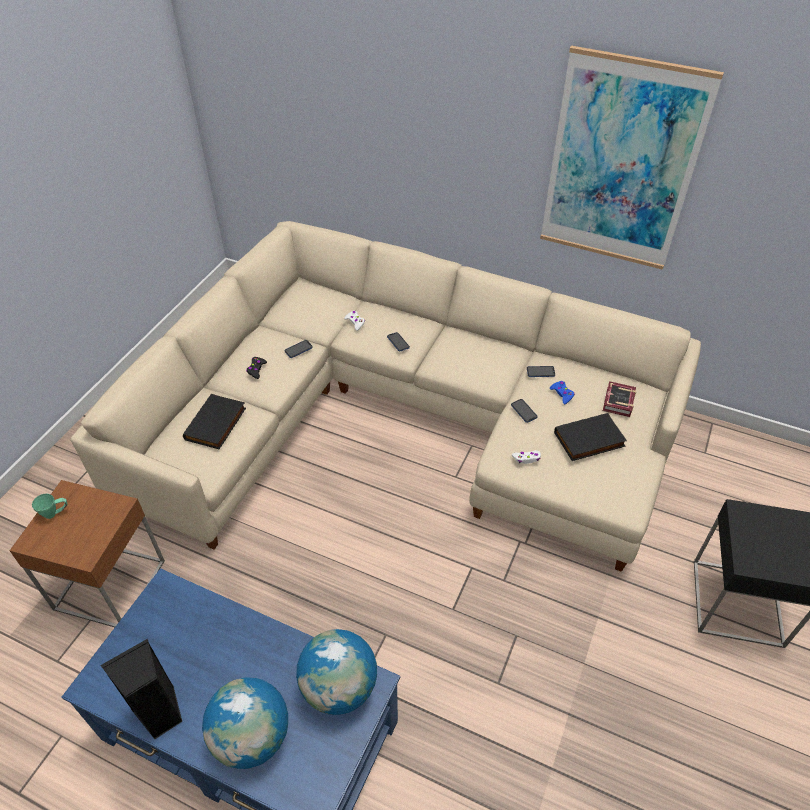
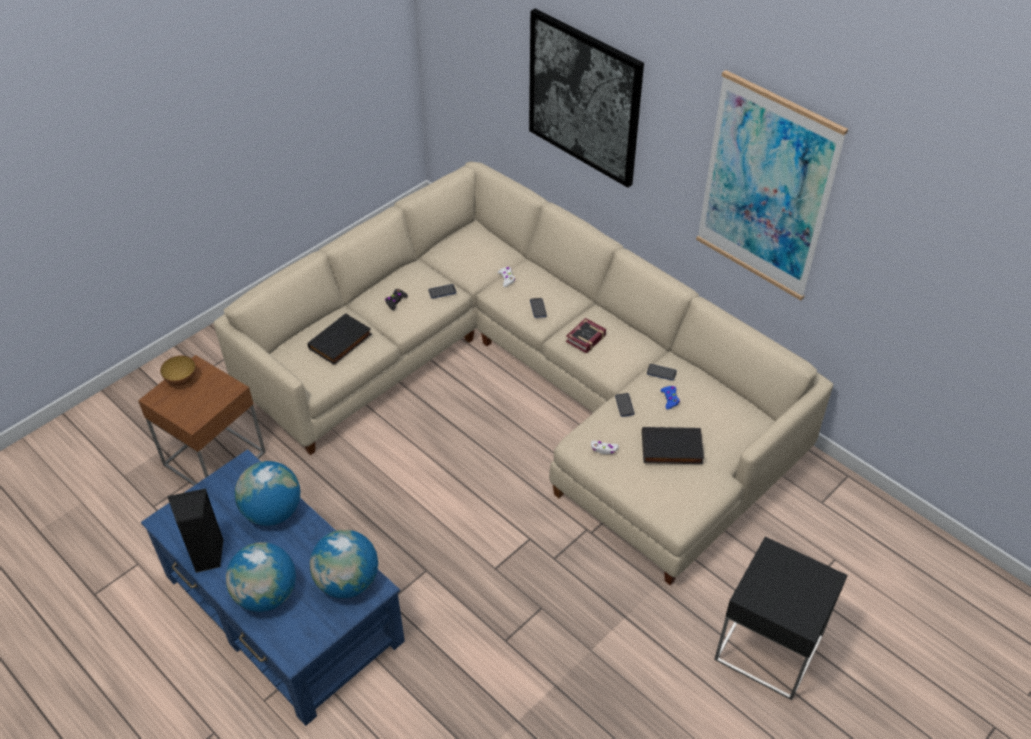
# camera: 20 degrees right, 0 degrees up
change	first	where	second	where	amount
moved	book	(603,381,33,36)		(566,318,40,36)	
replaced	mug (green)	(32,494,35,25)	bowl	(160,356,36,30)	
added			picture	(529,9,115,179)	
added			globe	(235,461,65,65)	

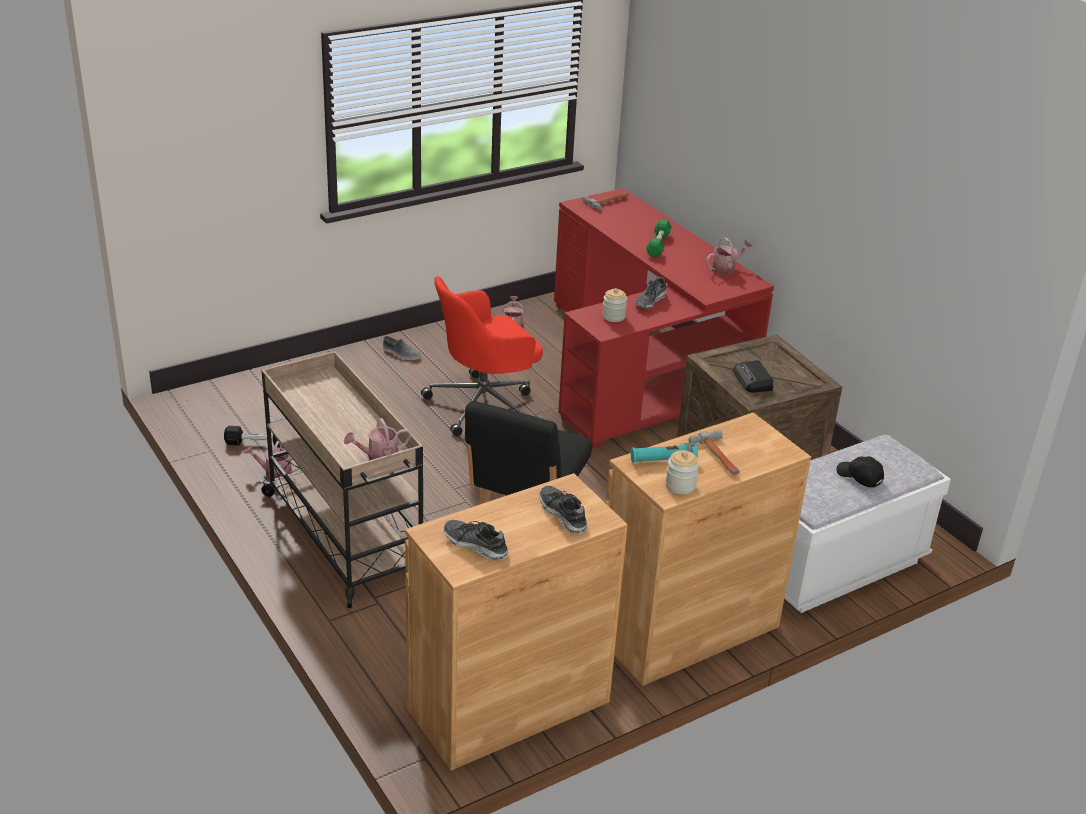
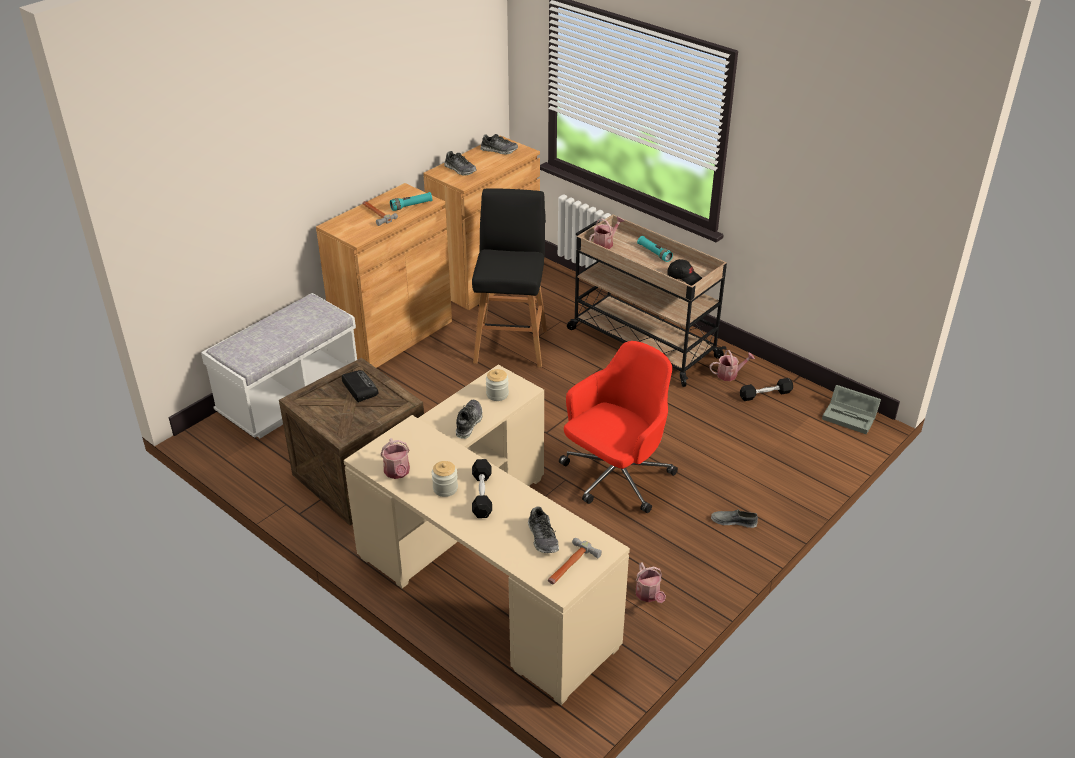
# camera: 165 degrees right, 5 degrees up
change	first	where	second	where	amount
recoloured	desk (red)	(554,188,220,260)	desk (beige)	(344,365,286,340)	
recoloured	dumbbell (green)	(646,219,26,38)	dumbbell (black)	(472,459,20,59)	
turned	watering can	(706,238,46,38)		(380,438,30,41)	60 degrees counterclockwise
moved	jar	(666,450,33,44)		(432,461,26,36)	
moved	cap (black)	(836,456,48,32)		(667,259,35,26)	
added			flashlight (turquoise)	(637,236,36,26)	
added			storage box (grey)	(822,385,59,50)	
added			shoe	(528,507,31,46)	

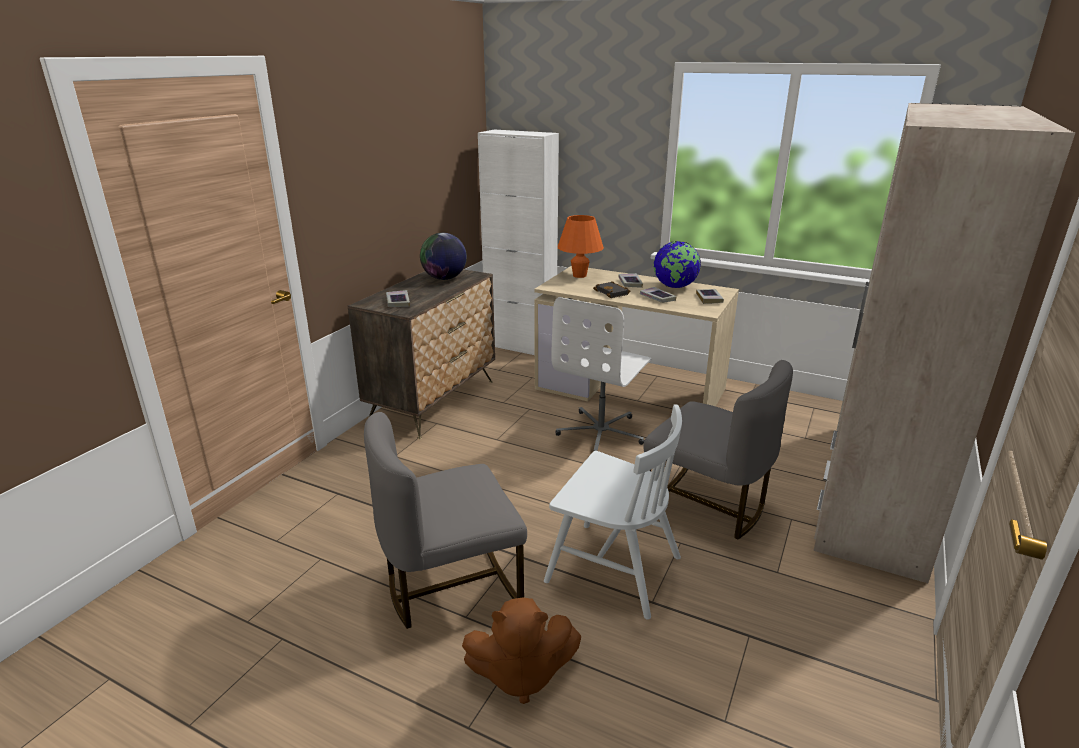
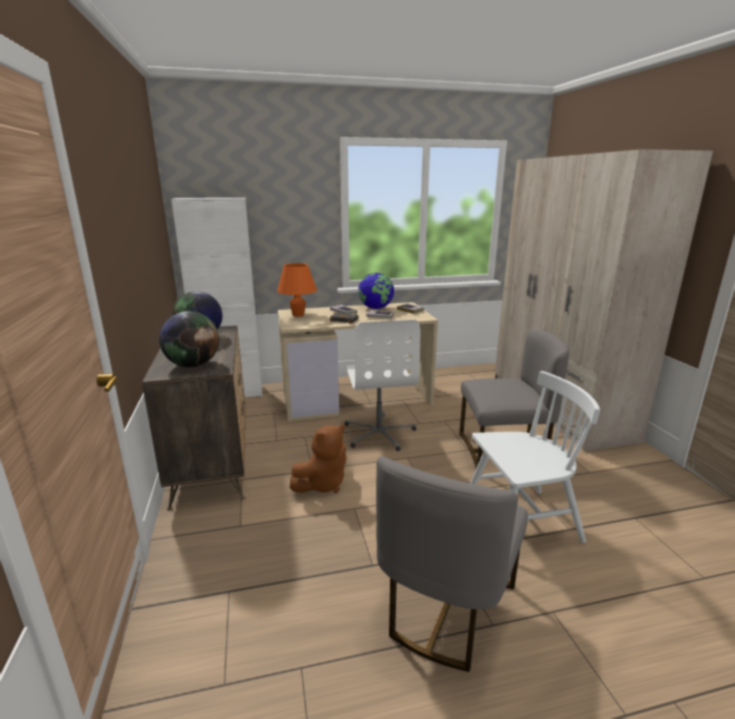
# camera: 40 degrees left, 5 degrees down
change	first	where	second	where	amount
replaced	book	(386,290,24,17)	globe	(159,311,60,56)	
moved	plush toy (brown)	(462,597,119,107)		(290,425,56,68)	

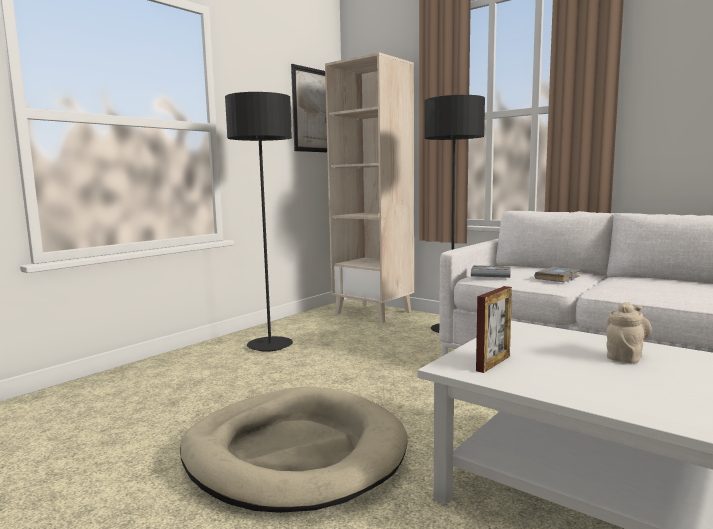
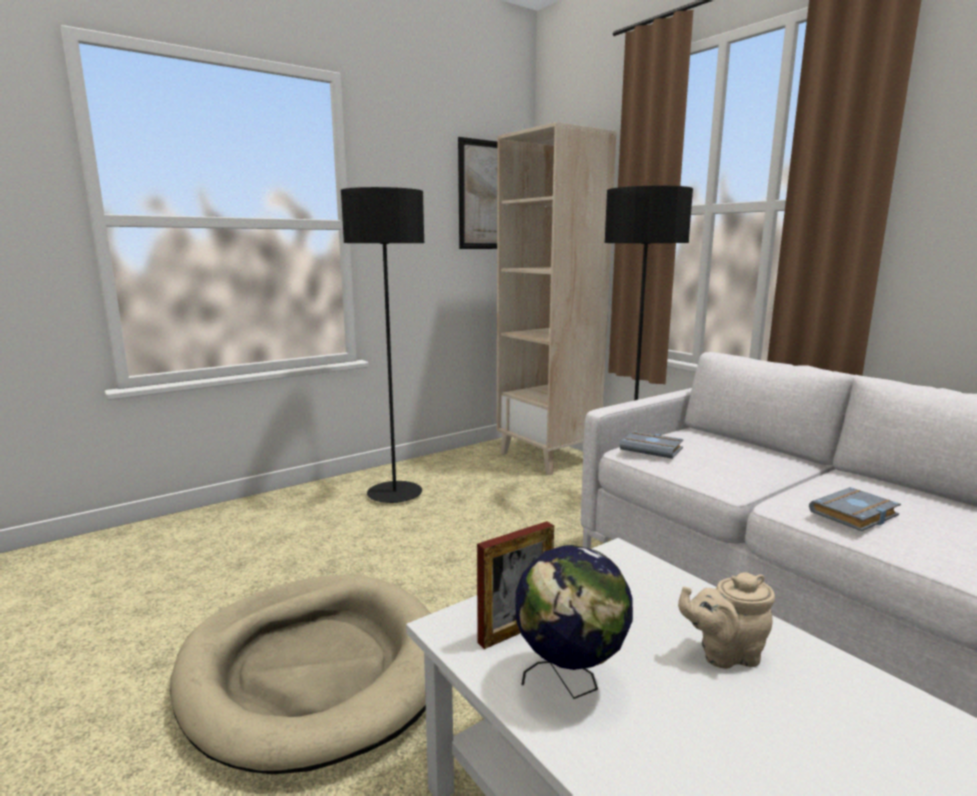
# camera: 15 degrees right, 5 degrees up
change	first	where	second	where	amount
moved	book (grey)	(534,267,46,15)		(809,487,92,44)	
turned	teapot (beige)	(606,302,46,61)		(678,572,97,97)	150 degrees counterclockwise
added			globe	(515,545,118,154)	

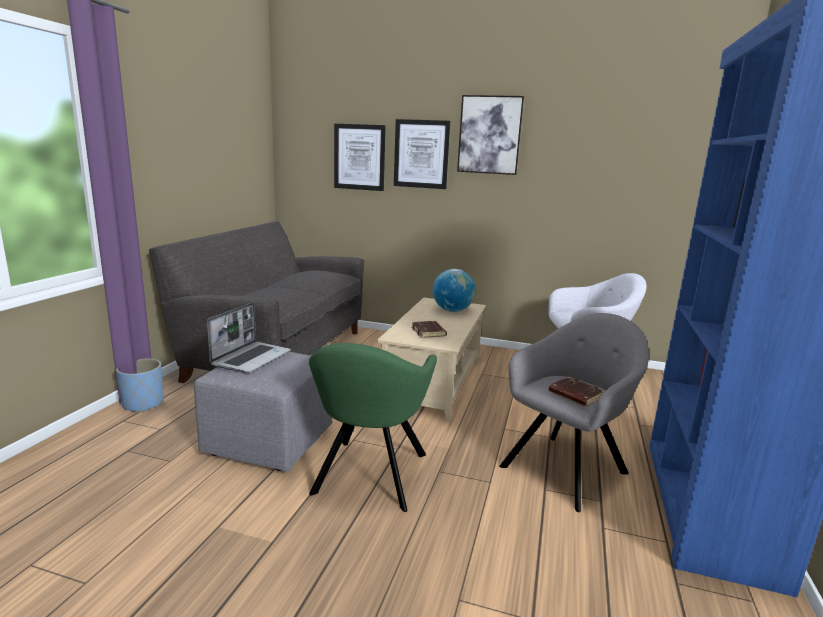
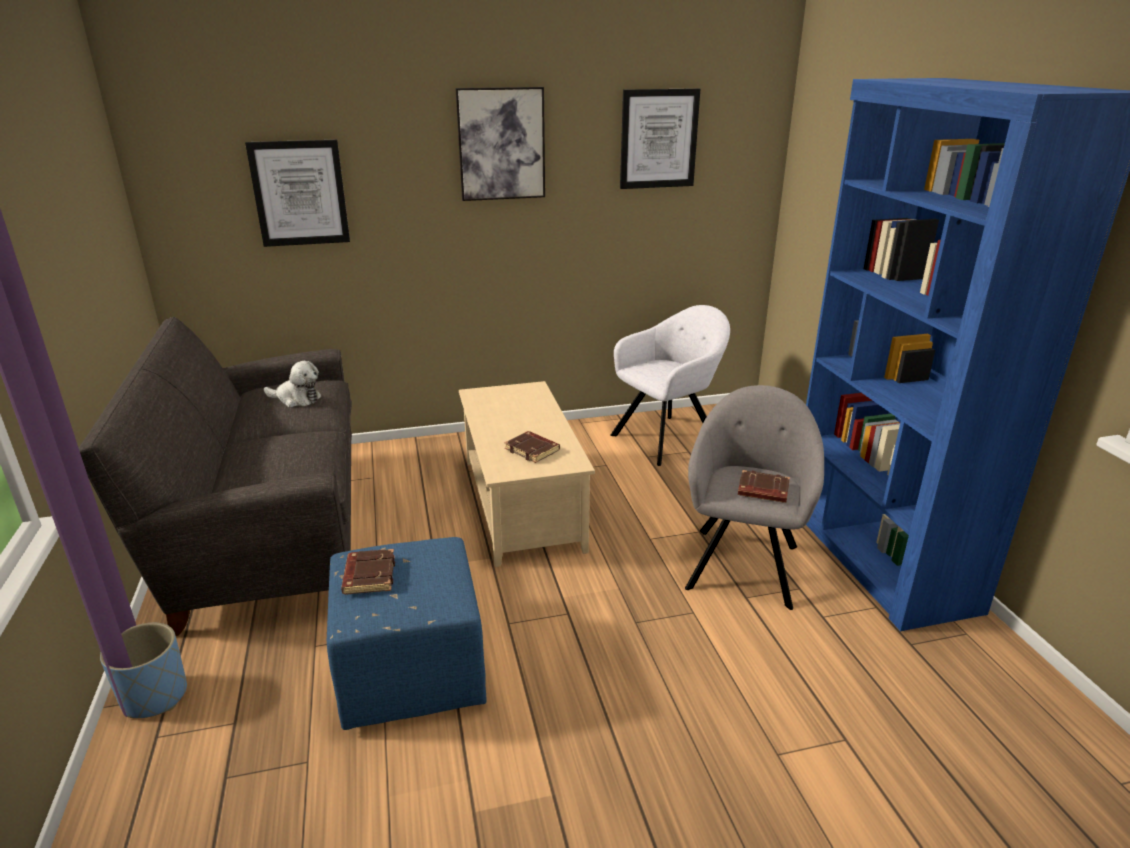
# camera: 30 degrees left, 10 degrees up
change	first	where	second	where	amount
moved	picture	(394,119,56,70)		(620,88,80,101)	
removed	globe	(433,269,43,43)			
replaced	laptop	(207,302,84,71)	book (brown)	(341,549,54,45)	
removed	armchair (green)	(309,343,128,169)			
recoloured	ottoman (grey)	(194,352,138,120)	ottoman (blue)	(327,537,160,193)	
added			plush toy	(264,361,57,46)	

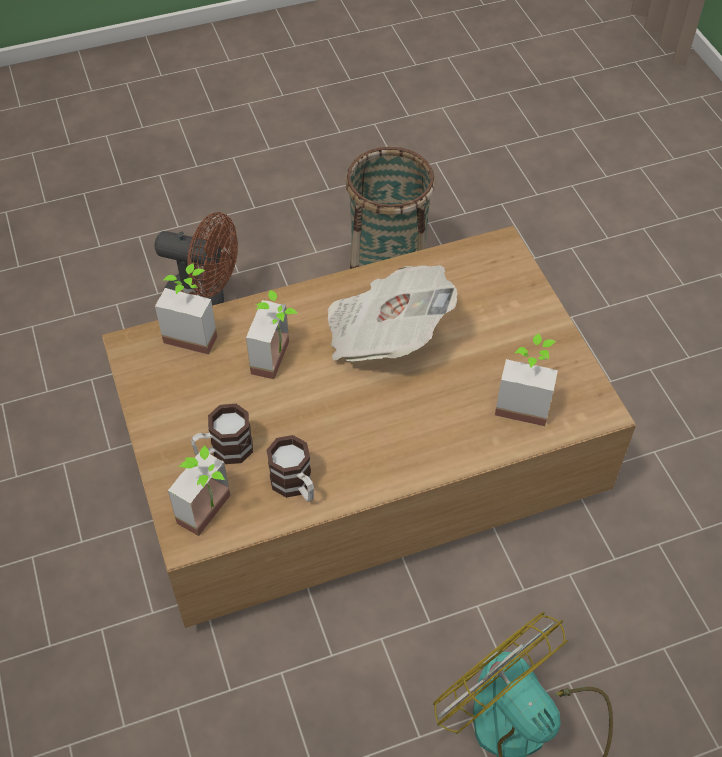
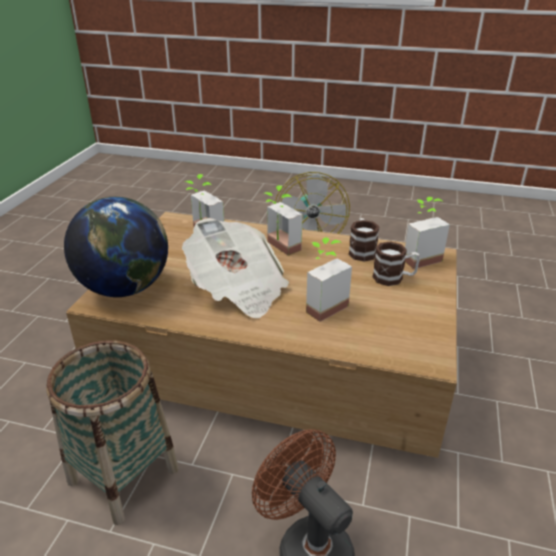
# camera: 145 degrees left, 20 degrees down
change	first	where	second	where	amount
moved	potted plant	(155,263,62,91)		(263,185,39,71)	
added			globe	(64,197,104,100)	

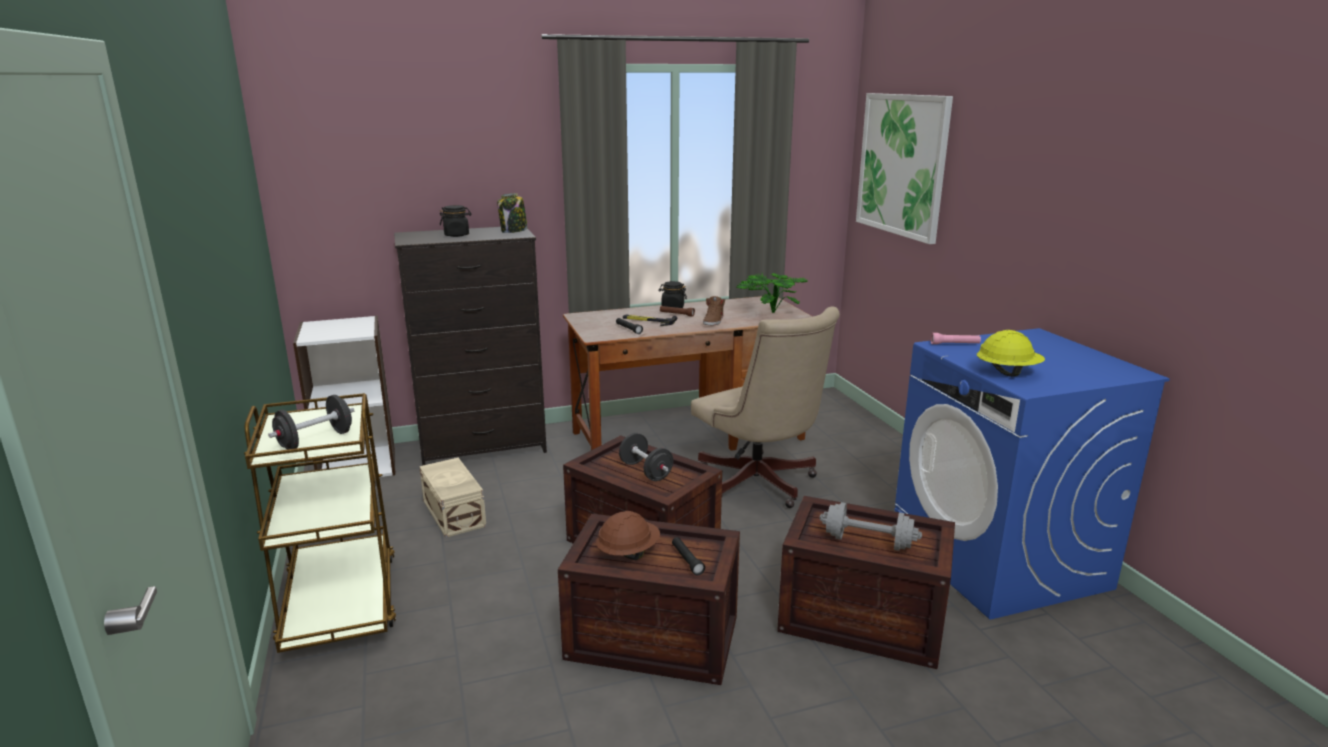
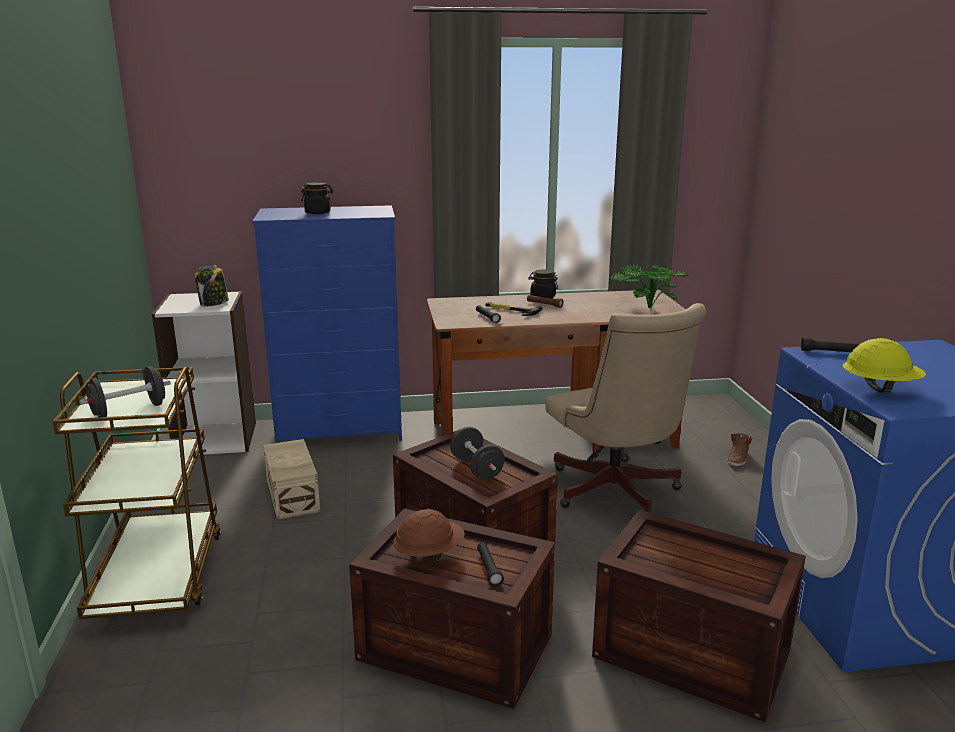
# camera: 10 degrees right, 0 degrees up
change	first	where	second	where	amount
removed	picture	(856,93,97,151)			
moved	jar	(497,193,31,40)		(194,265,35,41)	
recoloured	dresser (black)	(394,227,153,239)	dresser (blue)	(252,205,150,238)	
moved	shoe (brown)	(703,296,22,29)		(728,433,24,33)	
recoloured	flashlight (pink)	(931,333,50,11)	flashlight (black)	(801,338,59,14)	
removed	dumbbell (grey)	(820,502,102,49)			

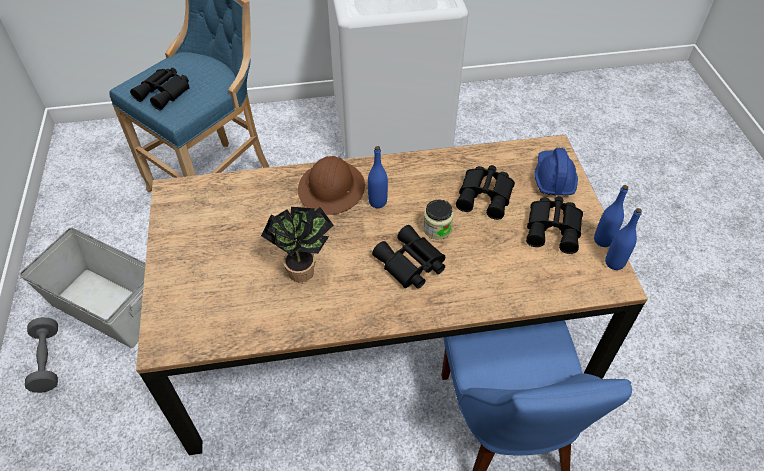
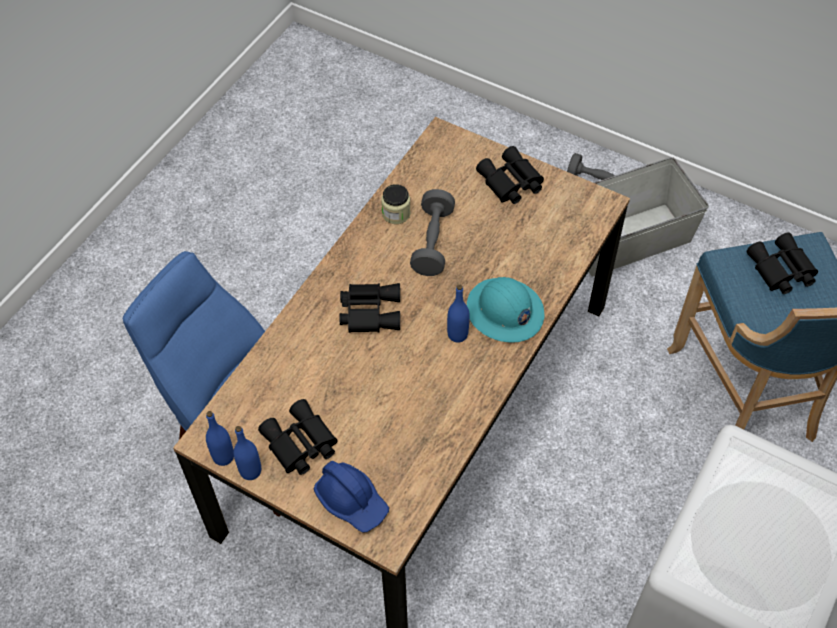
# camera: 130 degrees right, 5 degrees up
change	first	where	second	where	amount
recoloured	hard hat (brown)	(298,156,67,59)	hard hat (turquoise)	(467,277,78,66)	
moved	binoculars (black)	(456,165,59,55)		(476,146,68,58)	
moved	jar	(423,200,30,39)		(381,184,29,40)	
replaced	potted plant	(261,207,73,75)	dumbbell (grey)	(410,189,45,87)	

